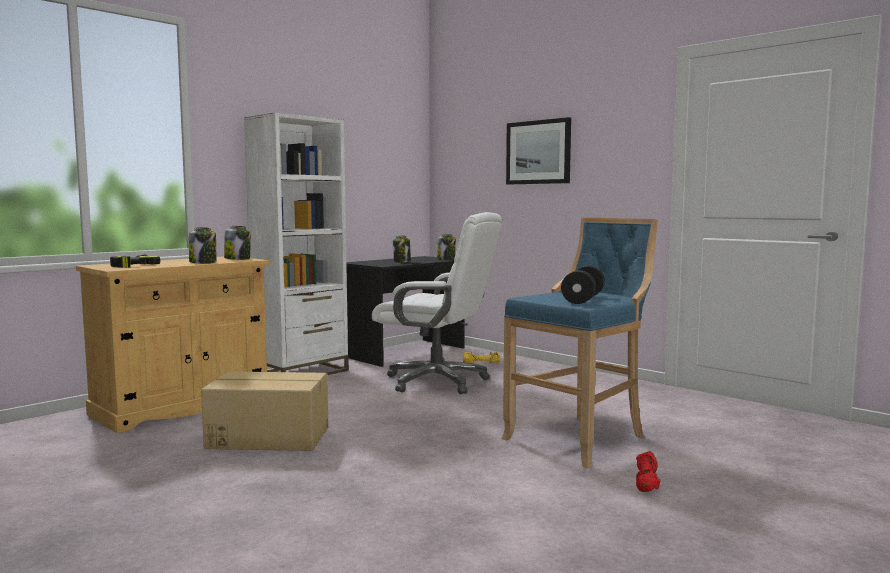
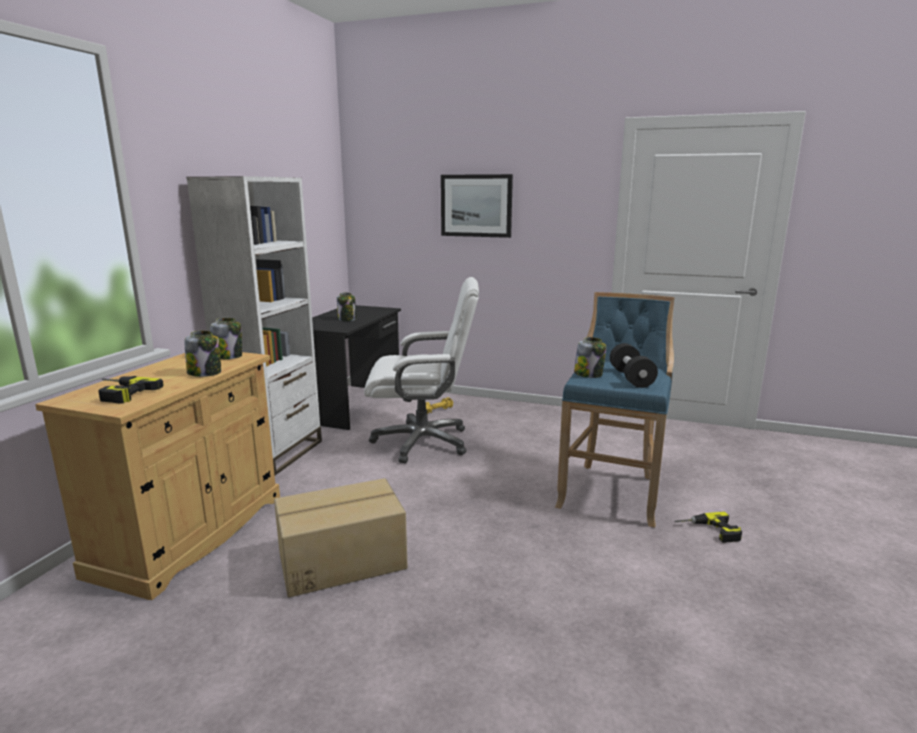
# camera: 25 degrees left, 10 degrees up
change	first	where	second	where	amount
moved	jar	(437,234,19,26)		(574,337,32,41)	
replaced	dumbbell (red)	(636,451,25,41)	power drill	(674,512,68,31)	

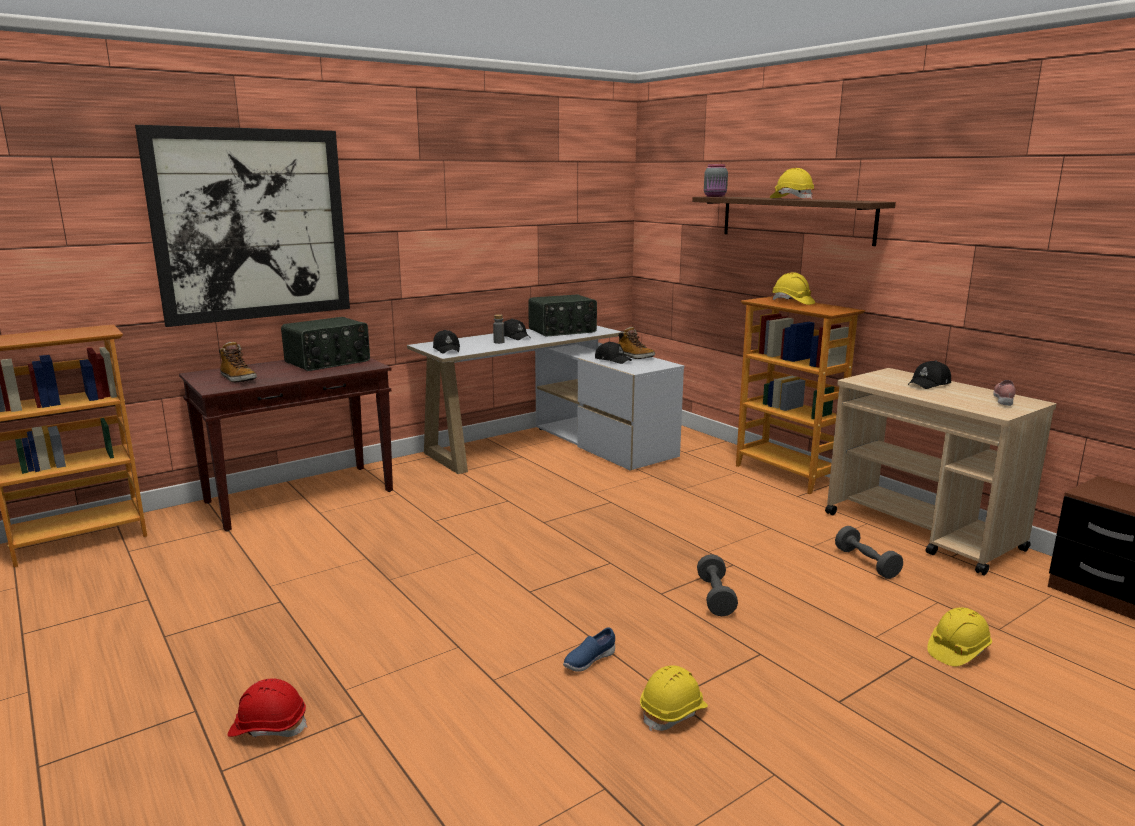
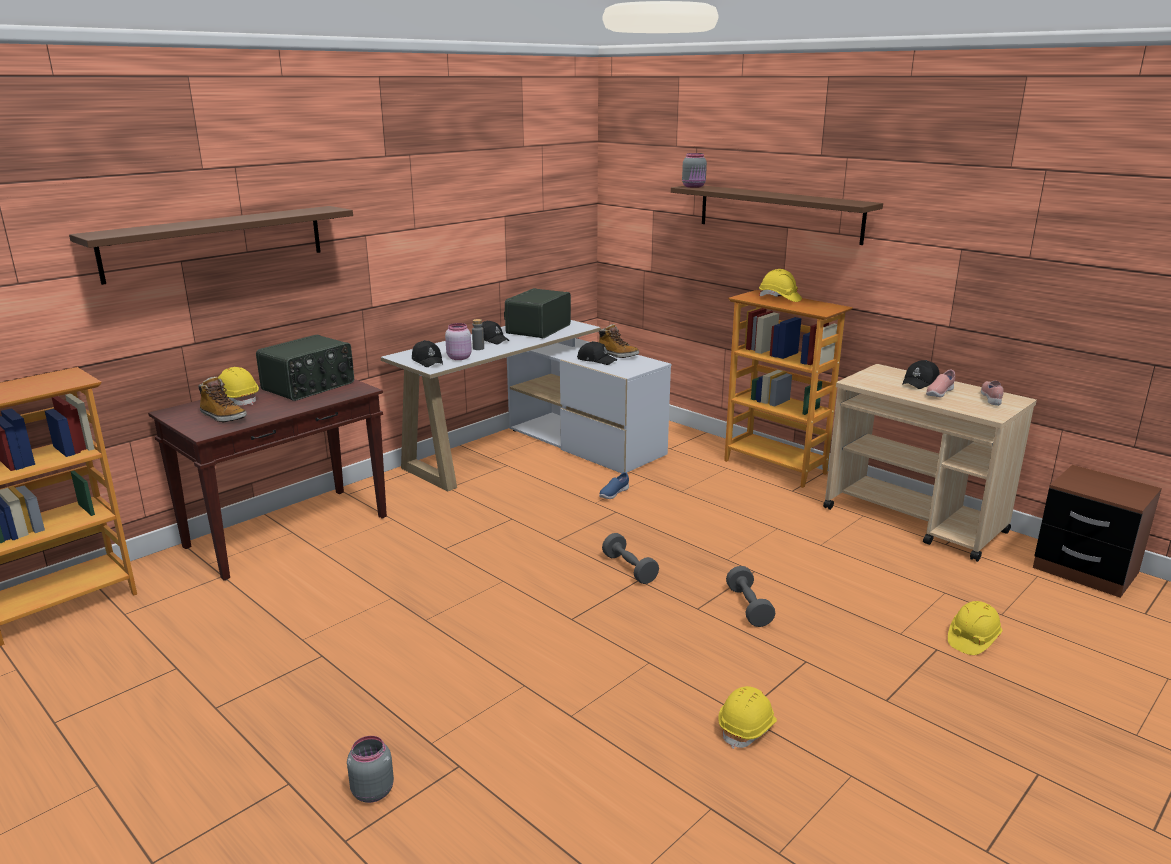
# camera: 10 degrees left, 5 degrees up
change	first	where	second	where	amount
replaced	picture	(135,125,215,202)	shelf (brown)	(69,206,284,79)	
moved	hard hat (yellow)	(770,168,44,31)		(218,367,41,38)	
turned	radio	(528,295,69,41)		(504,288,67,50)	150 degrees clockwise
moved	dumbbell (grey)	(835,526,68,53)		(602,533,57,51)	
moved	shoe (blue)	(563,627,52,45)		(599,472,30,27)	
replaced	hard hat (red)	(228,678,80,59)	jar (grey)	(347,736,47,67)	
added			jar (pink)	(445,323,27,37)	
added			shoe (pink)	(926,370,29,27)	

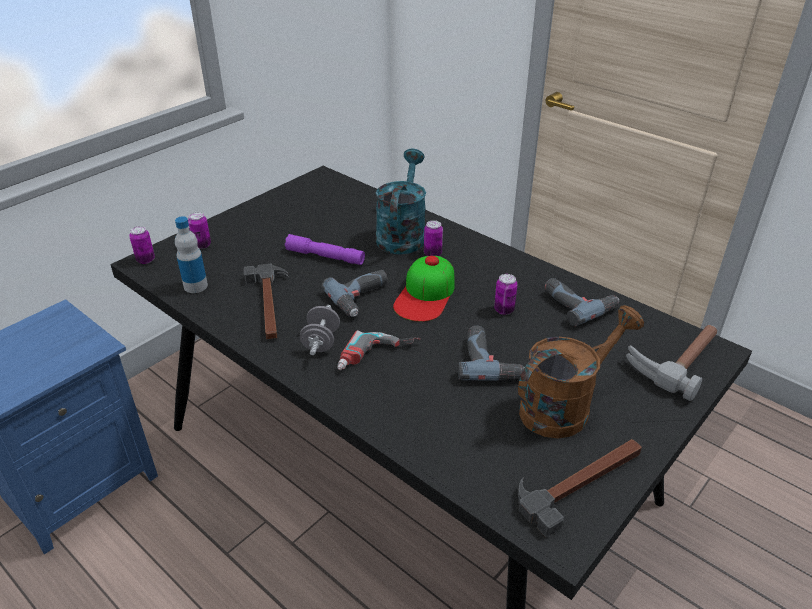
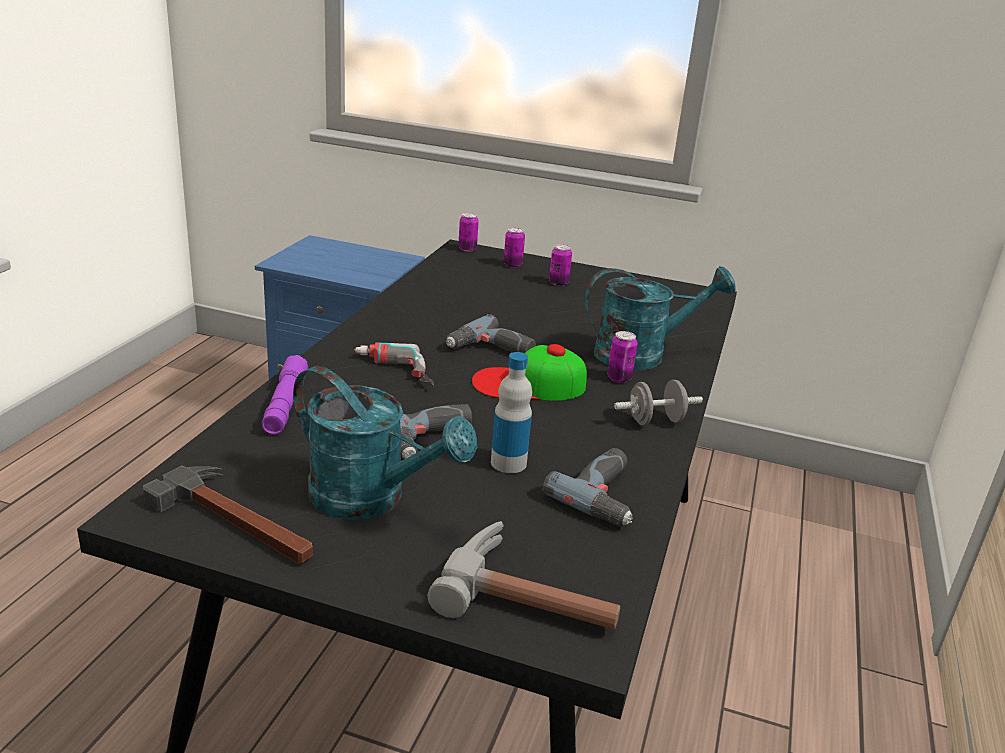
# camera: 65 degrees right, 10 degrees down
change	first	where	second	where	amount
moved	bottle	(175,216,33,77)		(491,352,41,121)	
moved	flashlight (purple)	(285,234,80,31)		(261,355,47,80)	
removed	hammer	(244,263,45,76)			
moved	can	(494,274,23,41)		(549,244,23,42)	
moved	dumbbell (grey)	(300,305,40,50)		(614,380,89,45)	
recoloured	watering can (brown)	(518,305,126,134)	watering can (turquoise)	(293,366,184,154)	

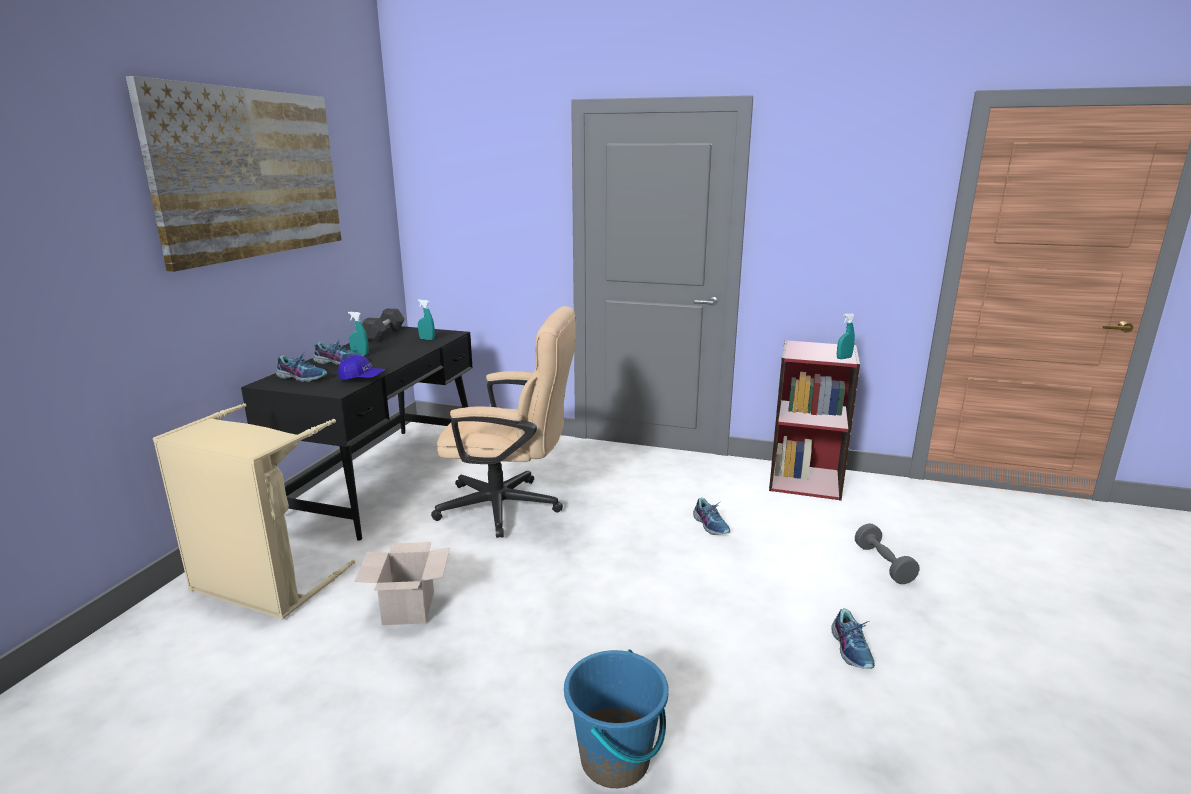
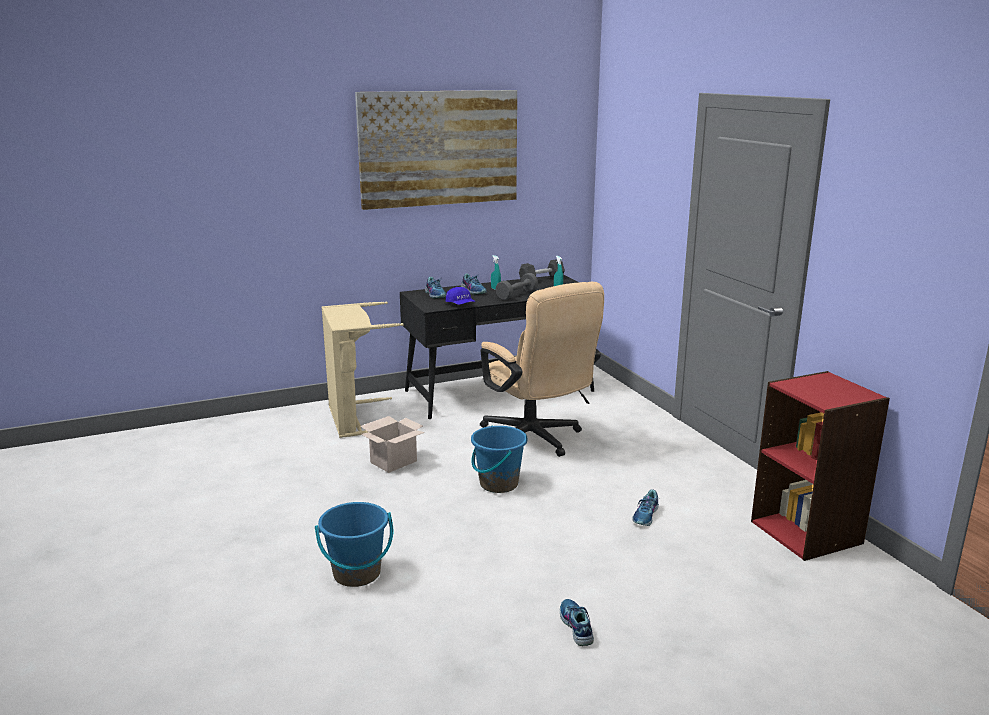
# camera: 50 degrees right, 0 degrees up
change	first	where	second	where	amount
removed	spray bottle (turquoise)	(837,313,18,46)			
moved	dumbbell (grey)	(855,523,64,61)		(495,273,43,27)	
turned	shoe	(831,608,44,61)		(560,599,34,47)	120 degrees clockwise
added			bucket (blue)	(471,426,56,67)	

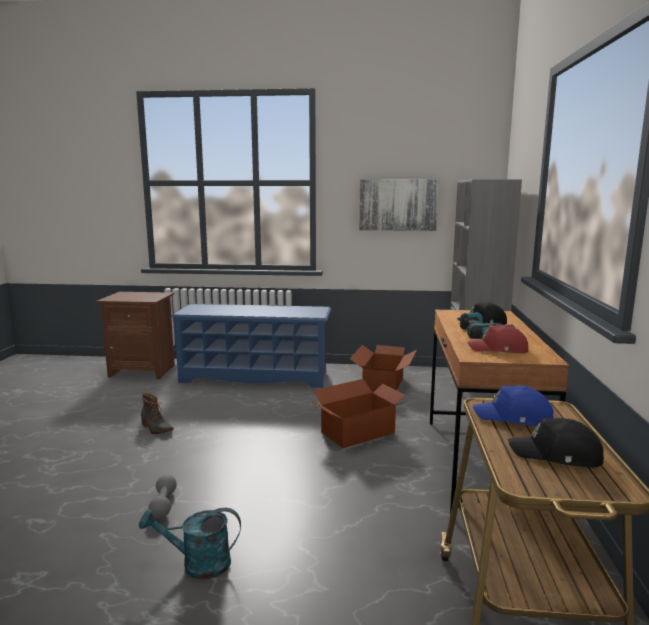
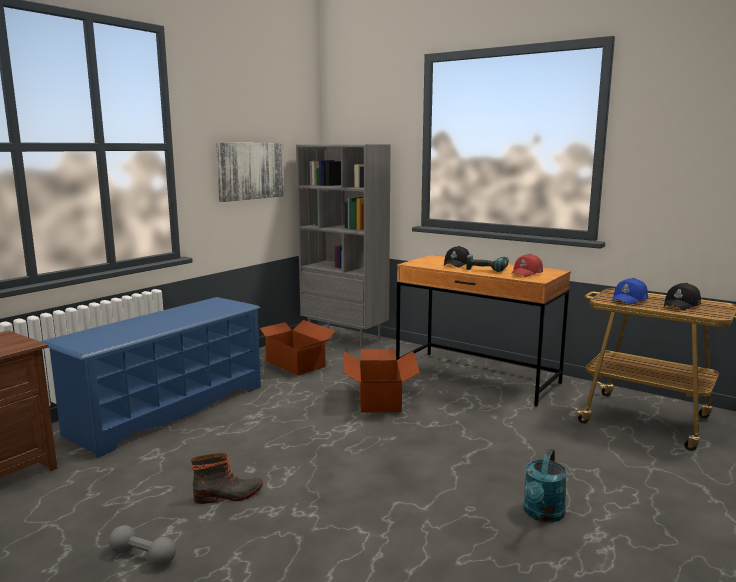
# camera: 60 degrees left, 0 degrees up
change	first	where	second	where	amount
moved	dumbbell (grey)	(149,474,28,45)		(109,525,67,41)	

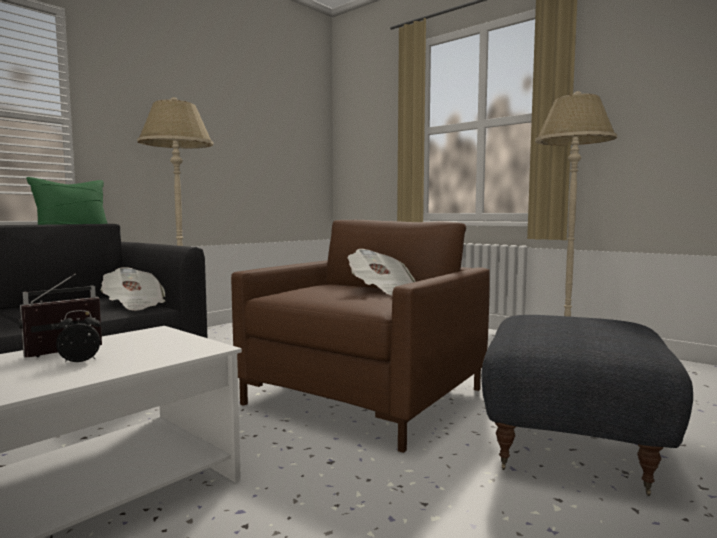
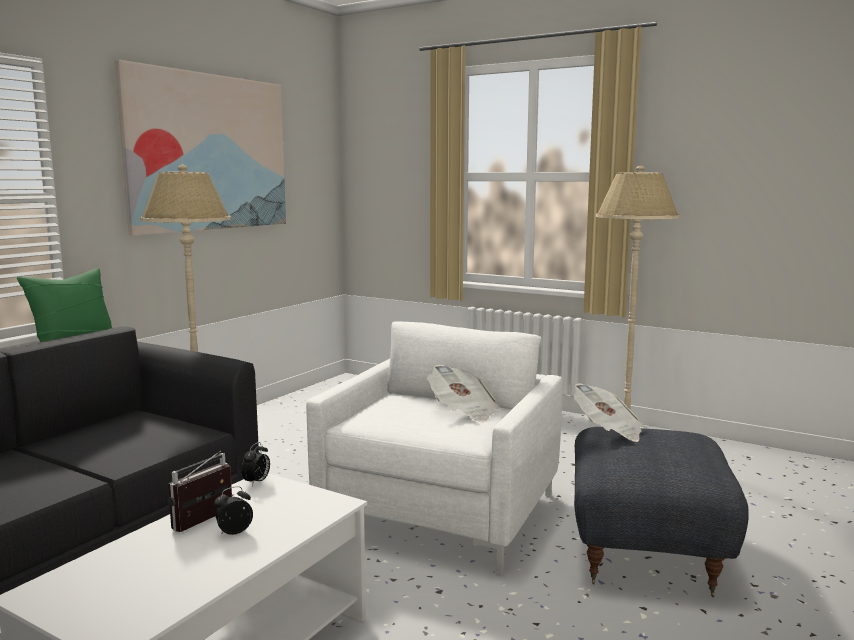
# camera: 10 degrees left, 5 degrees up
change	first	where	second	where	amount
recoloured	armchair (brown)	(231,220,259,233)	armchair (white)	(306,321,256,254)	
moved	newspaper	(101,267,64,44)		(574,383,70,59)	
added			picture	(115,60,171,175)	
added			alarm clock	(241,442,29,44)	

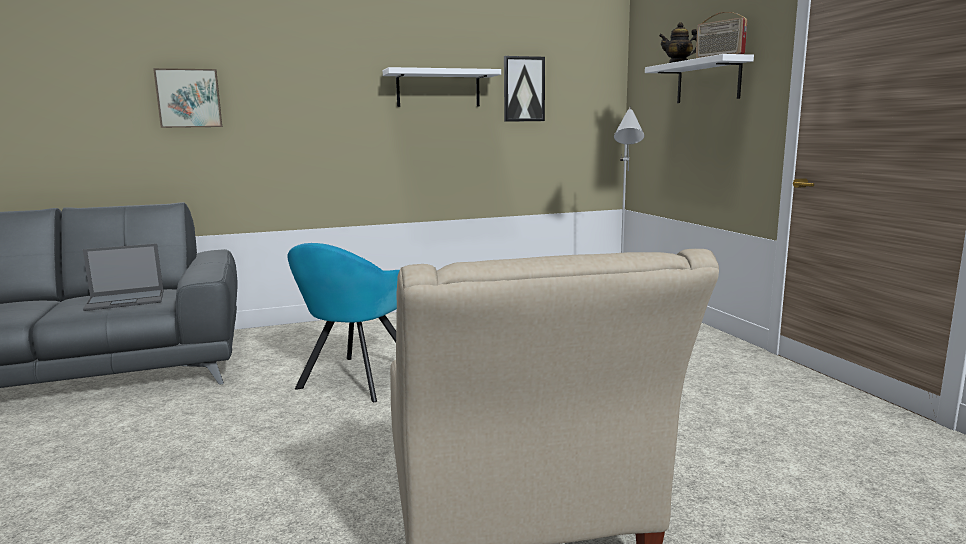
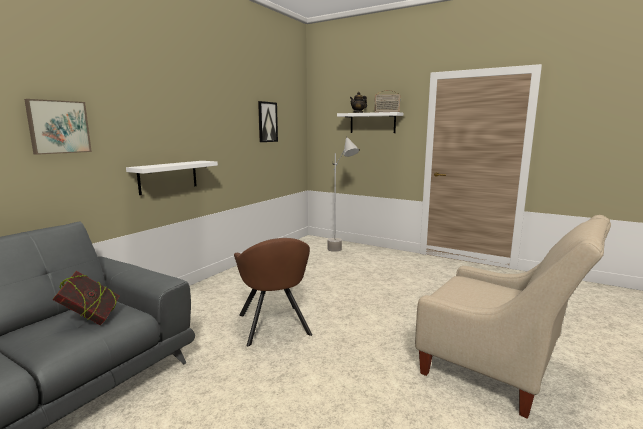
# camera: 40 degrees left, 0 degrees up
change	first	where	second	where	amount
moved	shelf (white)	(383,67,118,40)		(126,161,92,34)	
replaced	laptop	(83,243,80,68)	book	(52,271,67,54)	
recoloured	armchair (turquoise)	(287,243,113,159)	armchair (brown)	(234,238,78,108)	

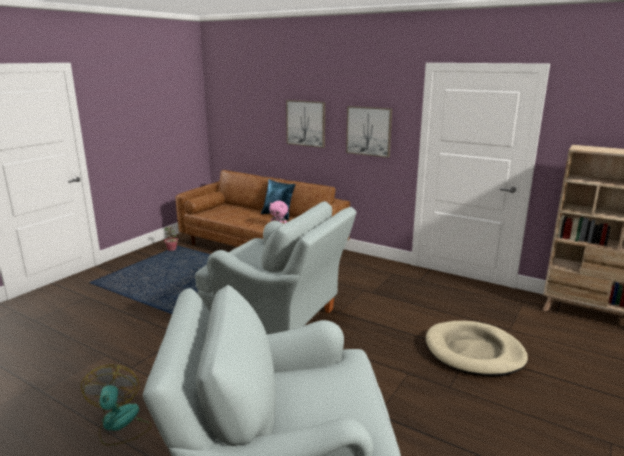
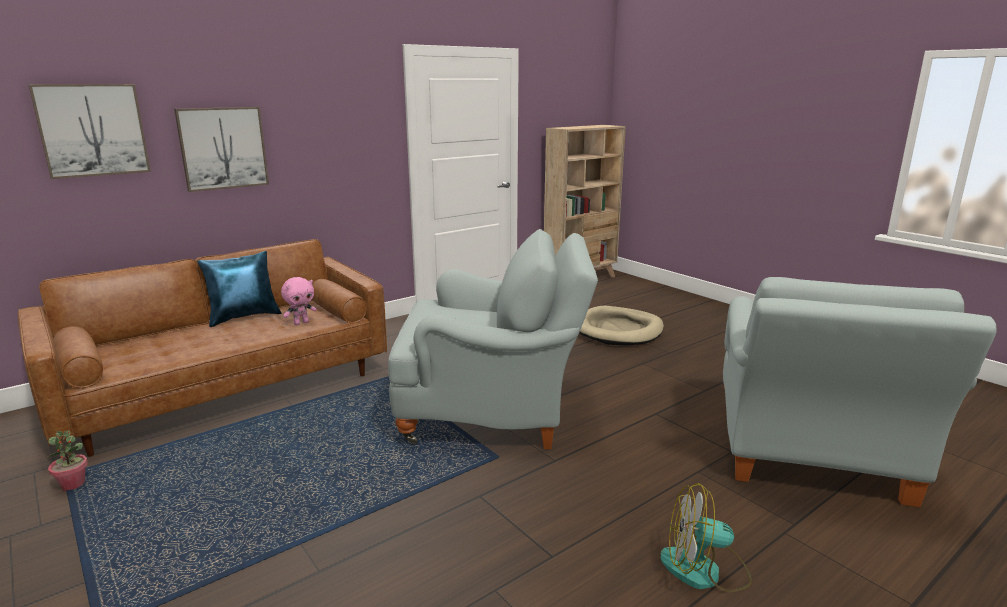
# camera: 70 degrees left, 0 degrees up
change	first	where	second	where	amount
moved	picture	(346,106,46,52)		(28,84,123,95)	
turned	armchair (grey)	(195,201,161,133)		(388,229,210,220)	45 degrees clockwise

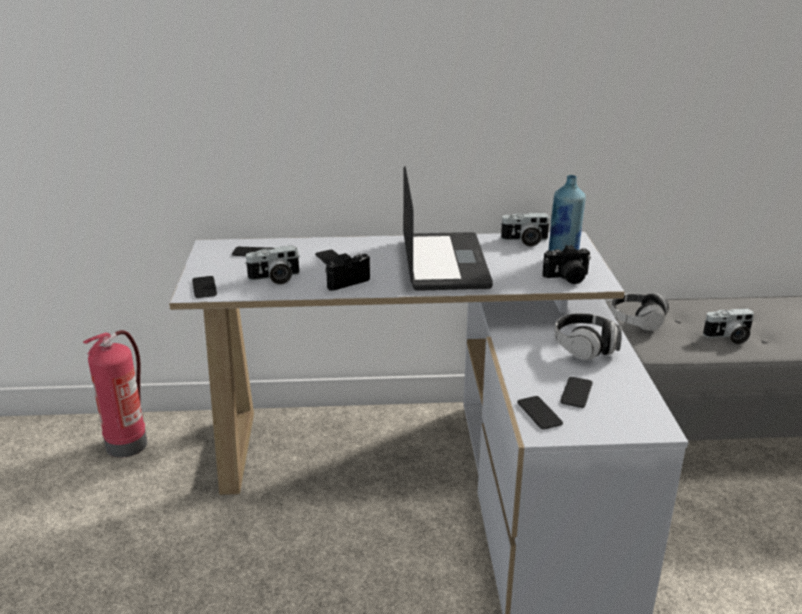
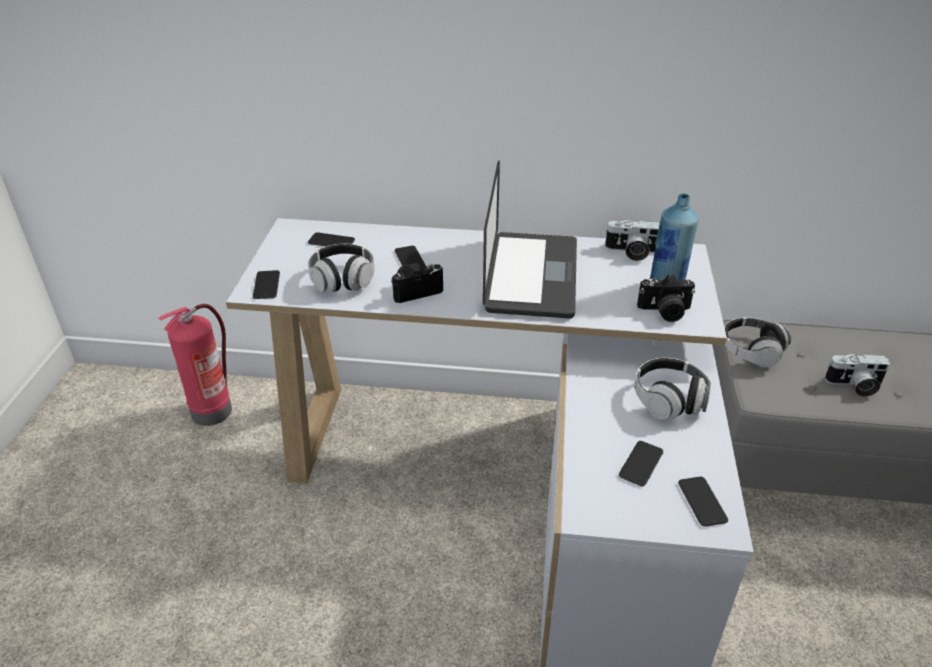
# camera: 10 degrees right, 10 degrees up
change	first	where	second	where	amount
replaced	photo camera	(244,245,56,40)	headphones	(308,243,66,50)	
moved	phone	(517,396,46,34)		(678,477,50,50)	

